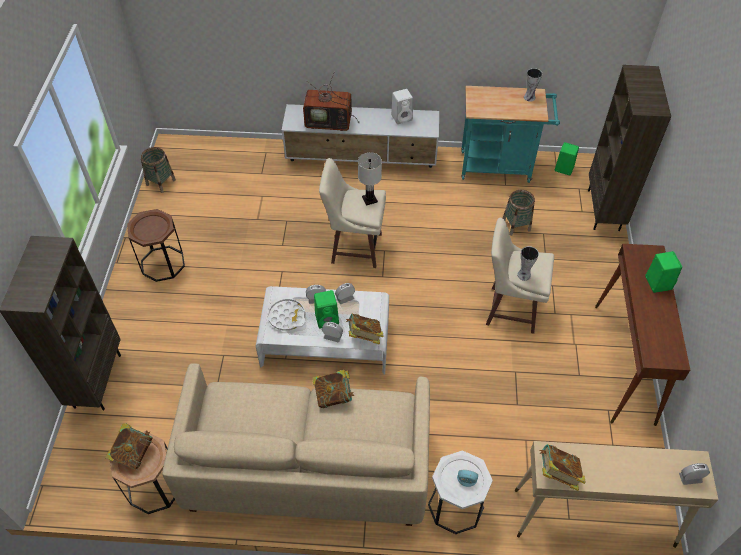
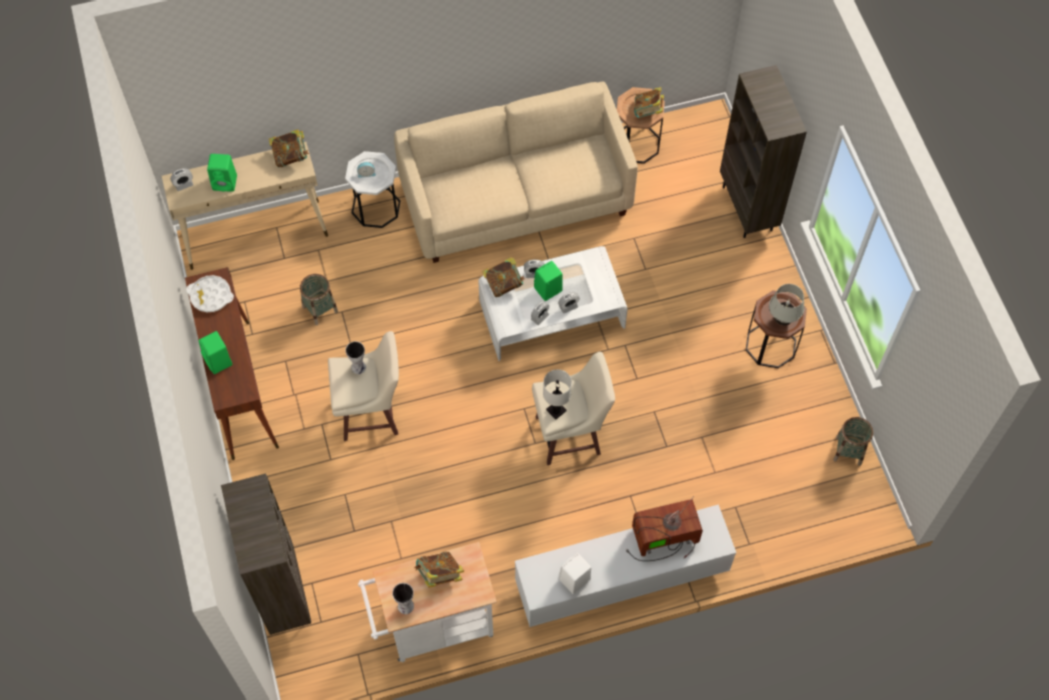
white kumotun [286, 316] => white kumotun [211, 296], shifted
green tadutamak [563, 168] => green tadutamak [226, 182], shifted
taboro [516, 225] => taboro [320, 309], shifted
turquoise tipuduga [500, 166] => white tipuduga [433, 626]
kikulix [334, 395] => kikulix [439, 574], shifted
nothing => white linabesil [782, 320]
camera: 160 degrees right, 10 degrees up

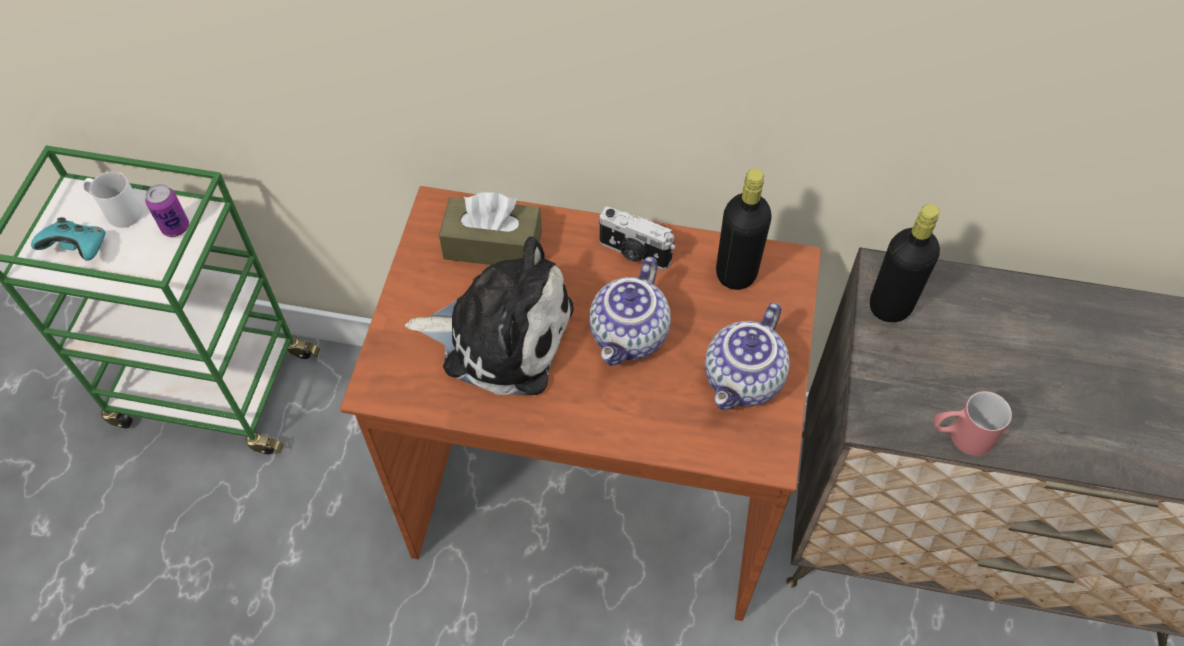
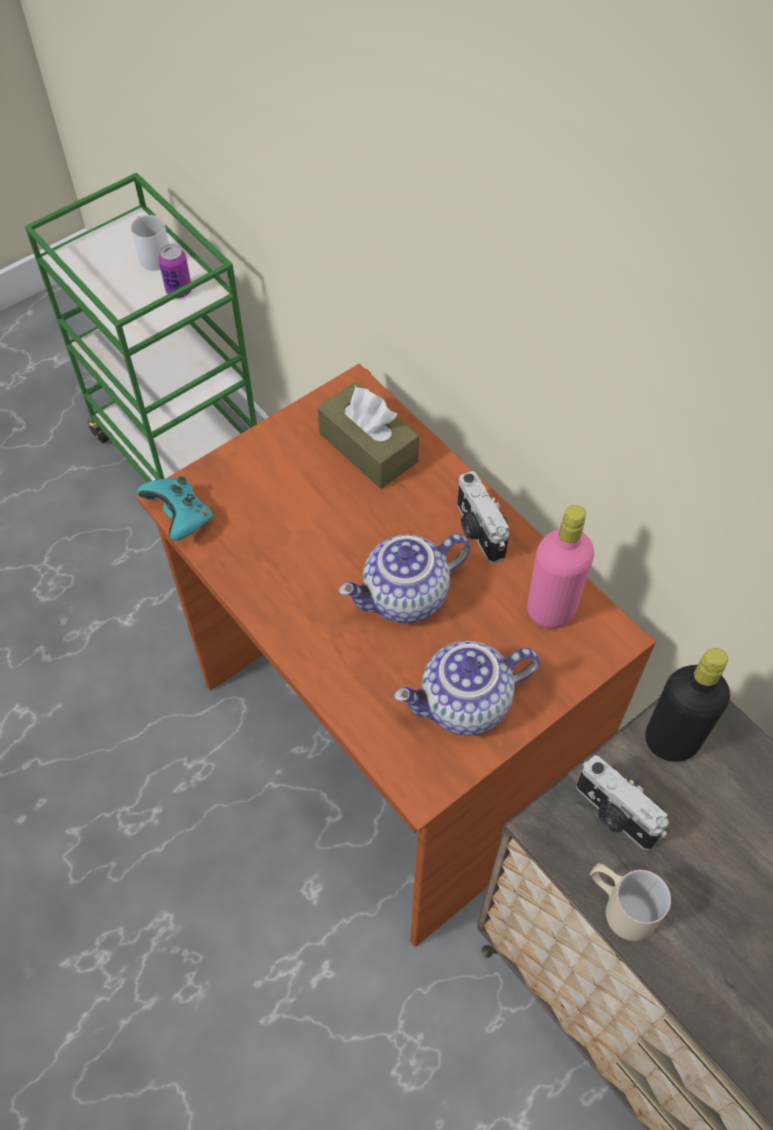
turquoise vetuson [79, 249] => turquoise vetuson [180, 518], shifted
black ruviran [736, 273] => pink ruviran [551, 610]
nothing => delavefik [614, 815]
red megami [960, 436] => beige megami [619, 905]
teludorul [500, 335] => nothing
camera: 40 degrees right, 0 degrees up

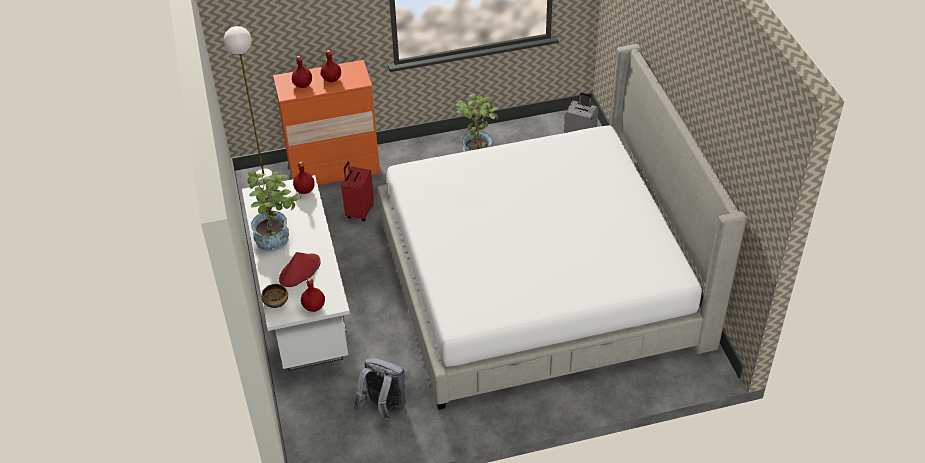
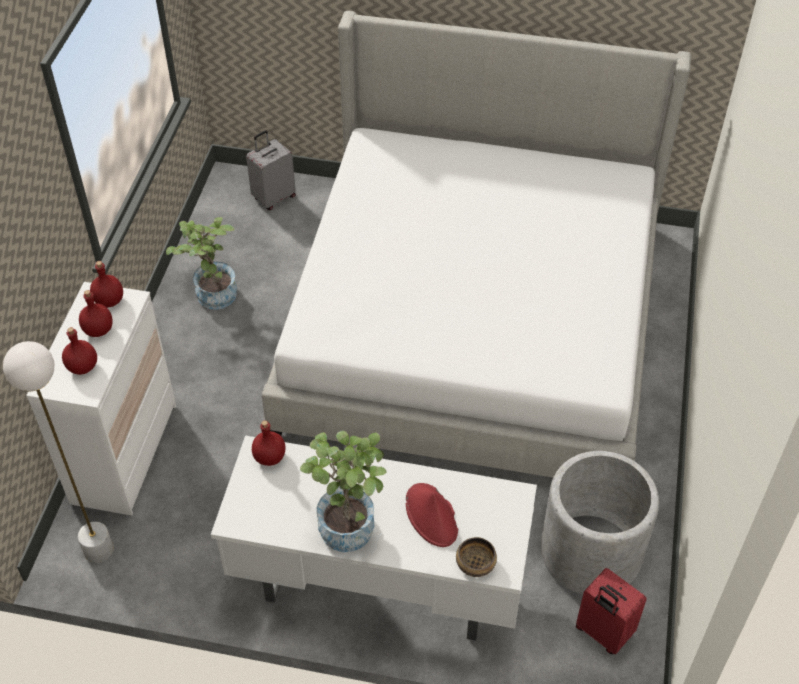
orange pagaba [334, 170] => white pagaba [125, 454]
red ruviran [313, 307] => red ruviran [109, 301], shifted
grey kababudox [384, 408] => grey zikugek [590, 552]
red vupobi [359, 211] => red vupobi [602, 632], shifted
camera: 65 degrees left, 5 degrees up

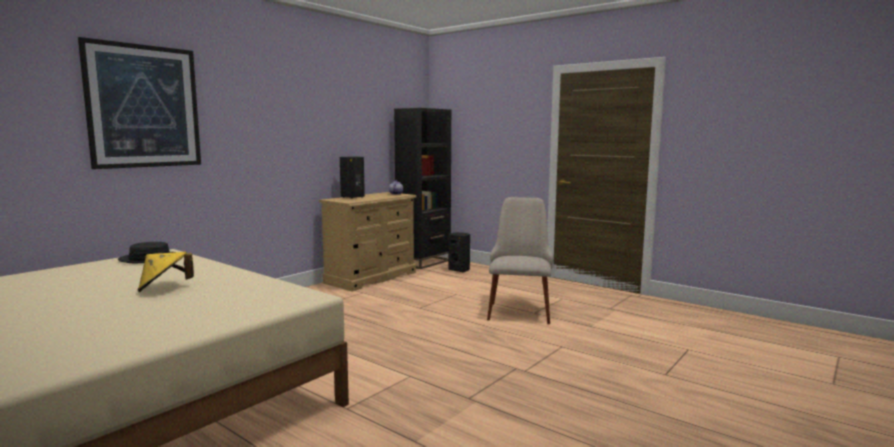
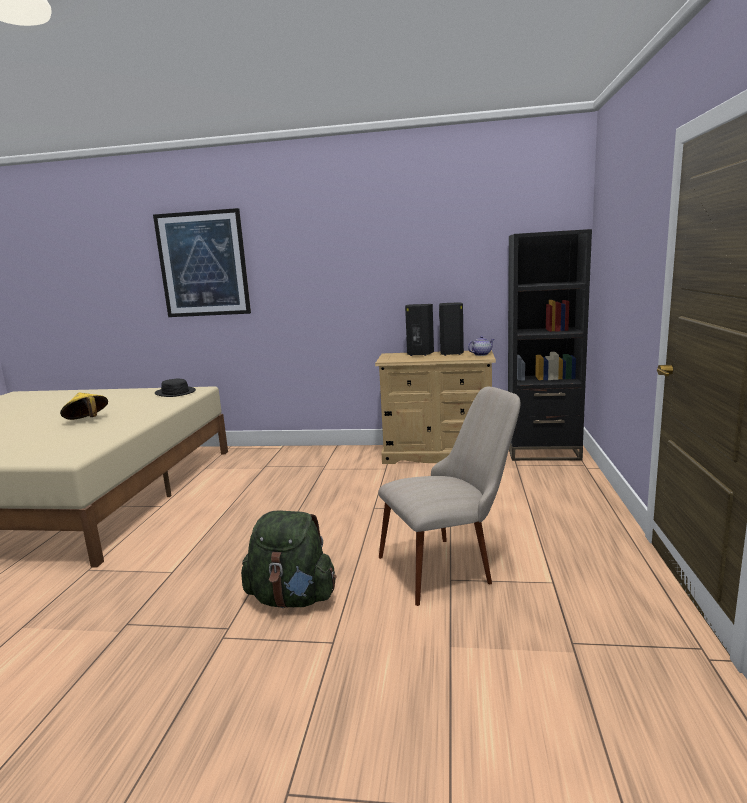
nothing => green kababudox [292, 598]
black tadutamak [459, 270] => black tadutamak [451, 353], shifted
camera: 60 degrees right, 5 degrees up

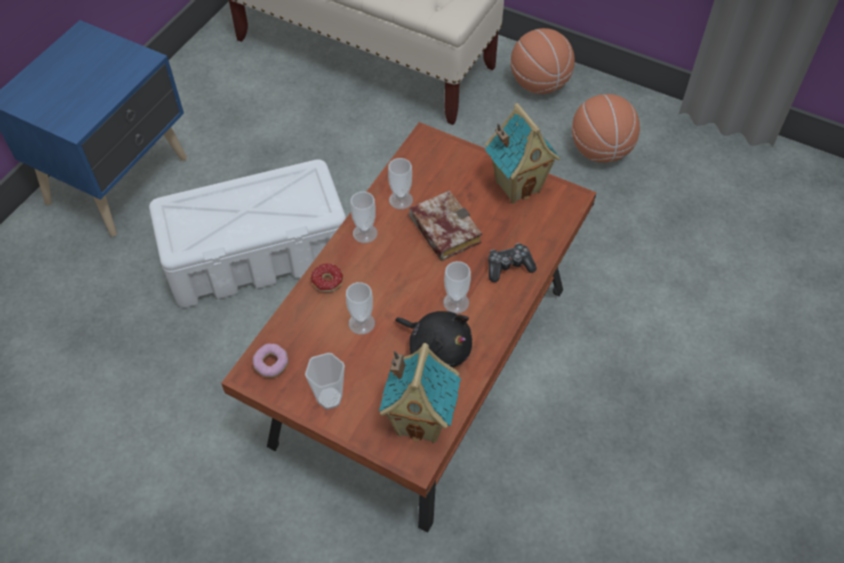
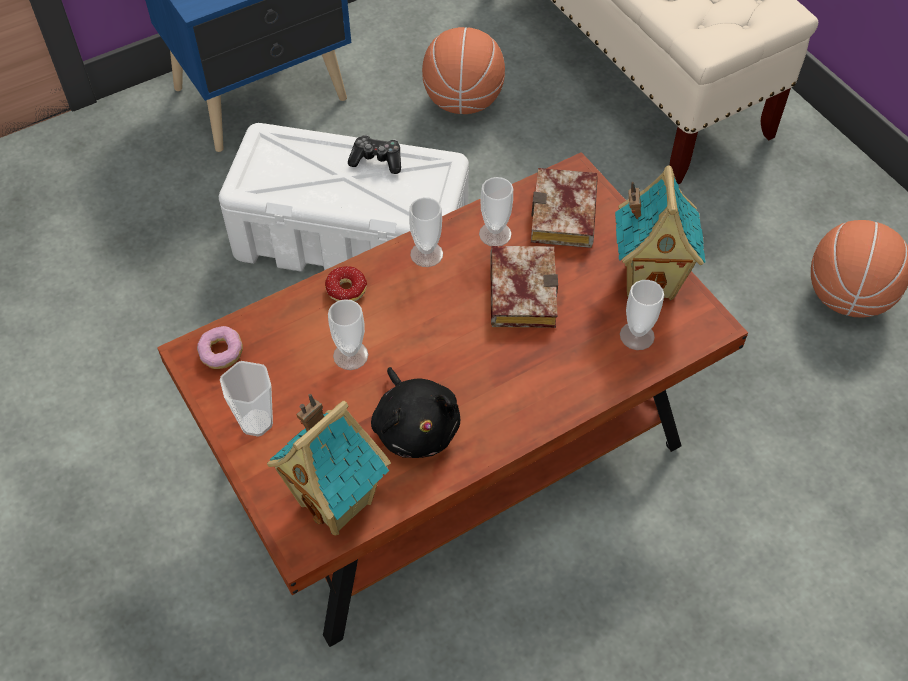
vetuson [509, 266] => vetuson [377, 160], shifted
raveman [539, 84] => raveman [463, 101], shifted
nothing => kikulix [566, 217]
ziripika [456, 302] => ziripika [637, 336], shifted
camera: 30 degrees right, 0 degrees up

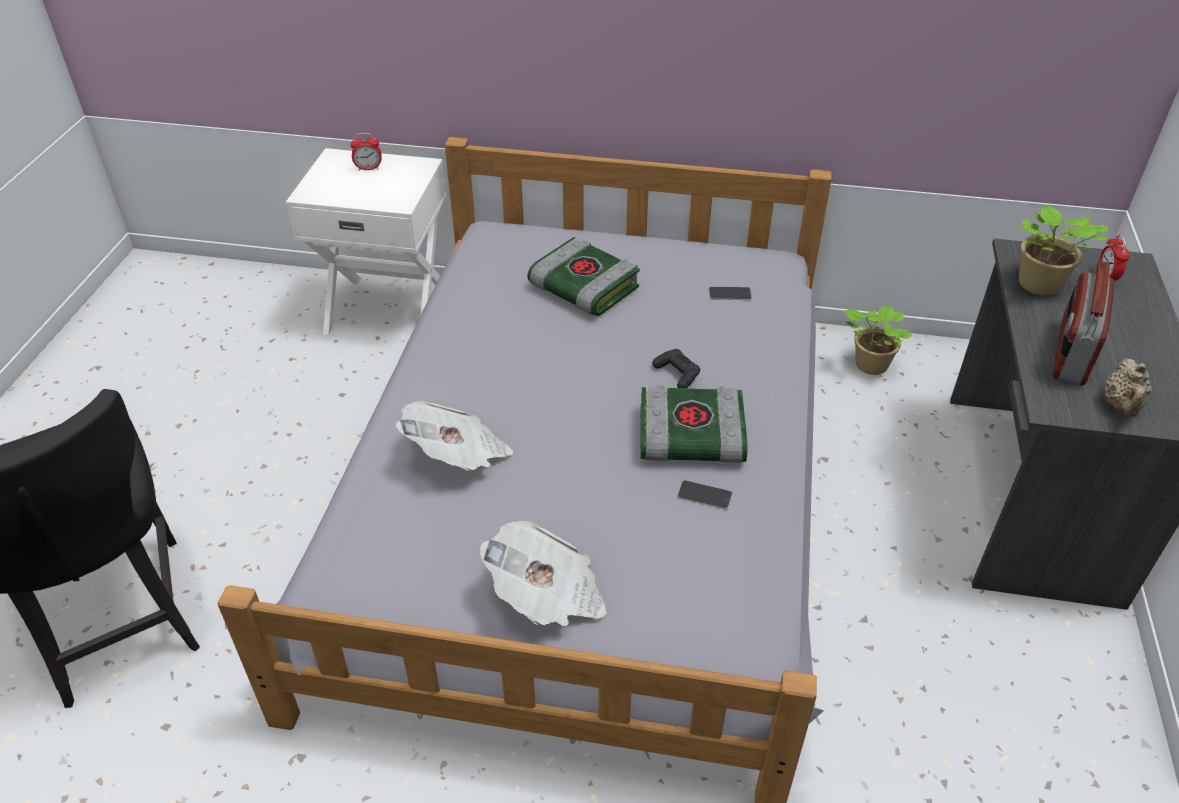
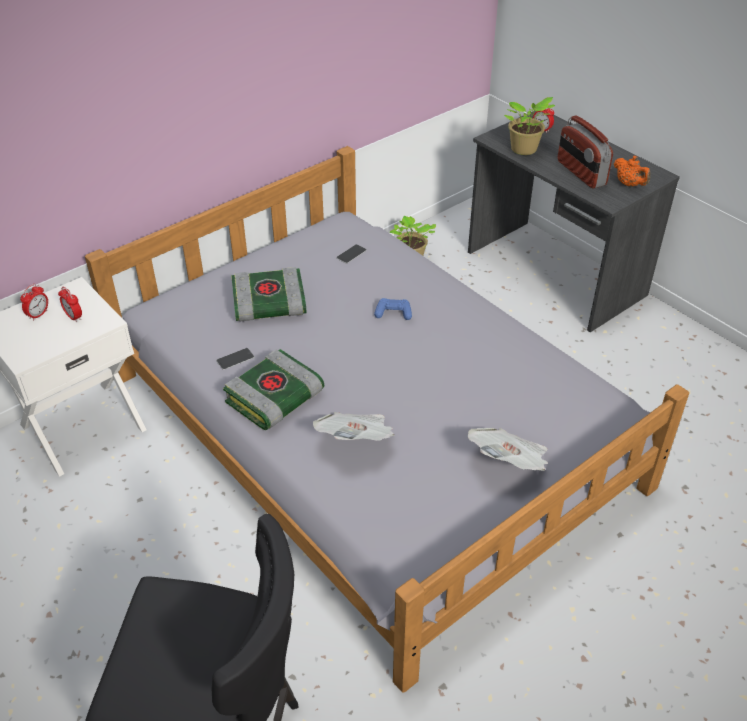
nothing => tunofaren [74, 317]
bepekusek [704, 495] => bepekusek [235, 359], shifted
kikulix [689, 438] => kikulix [274, 399], shifted
black vetuson [677, 374] => blue vetuson [393, 313]
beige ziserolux [1121, 407] => orange ziserolux [629, 184]
camera: 50 degrees left, 0 degrees up

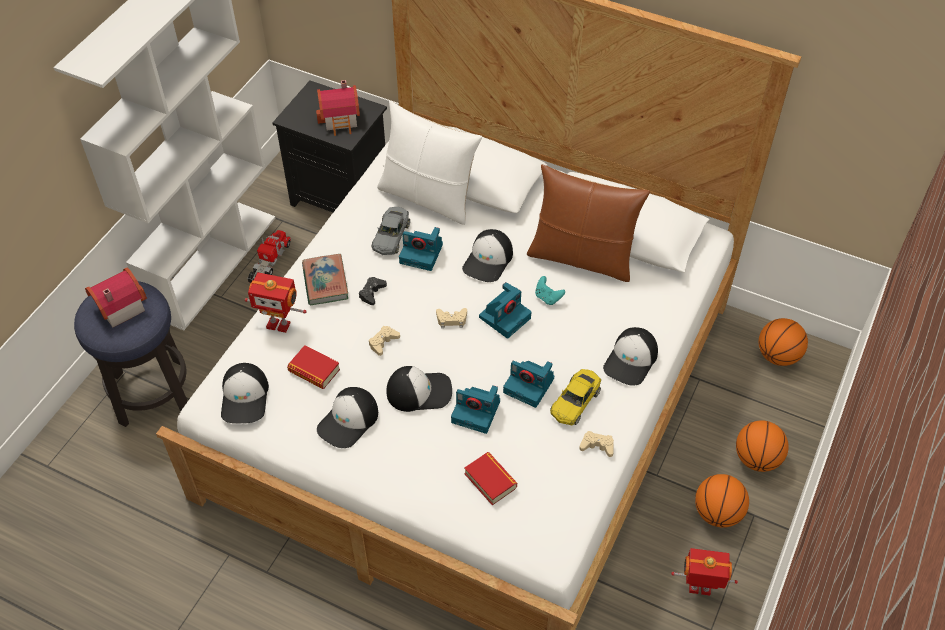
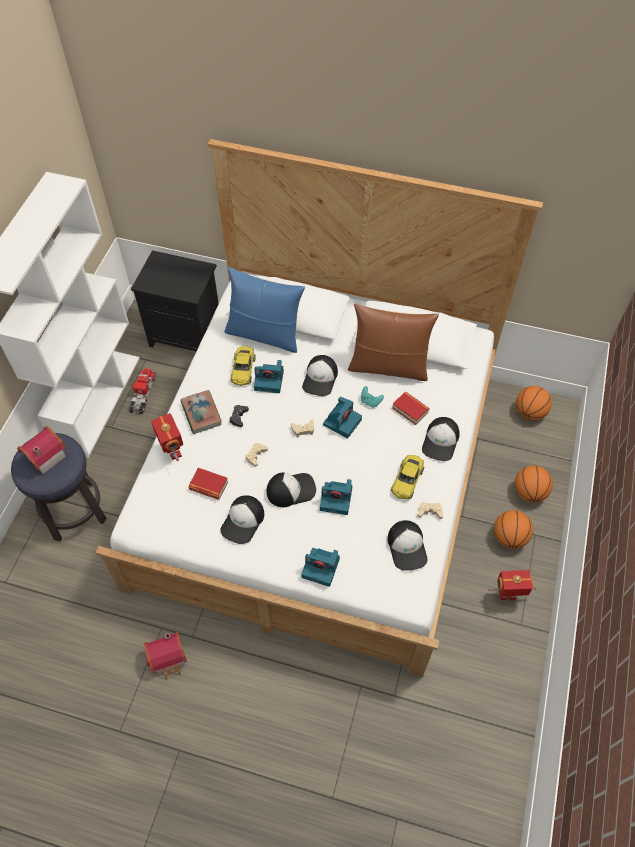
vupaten [341, 120] => vupaten [169, 659], shifted
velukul [279, 324] => velukul [173, 452], 120 degrees counterclockwise
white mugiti [428, 197] => blue mugiti [264, 334]
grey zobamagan [391, 236] => yellow zobamagan [243, 369]
delavefik [530, 385] => delavefik [322, 567], shifted
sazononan [245, 397] => sazononan [407, 547], shifted
kikulix [490, 481] => kikulix [410, 410], shifted
camera: 10 degrees left, 5 degrees up

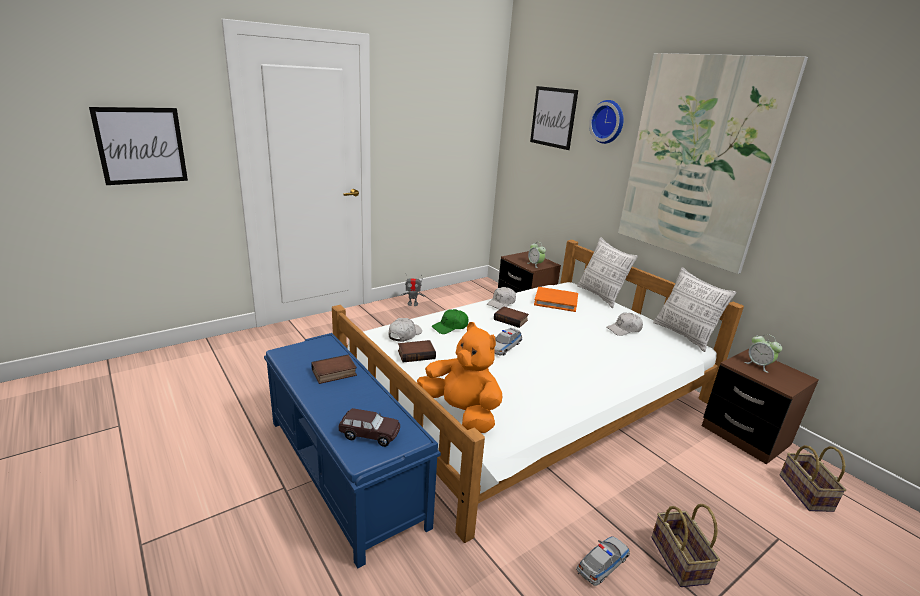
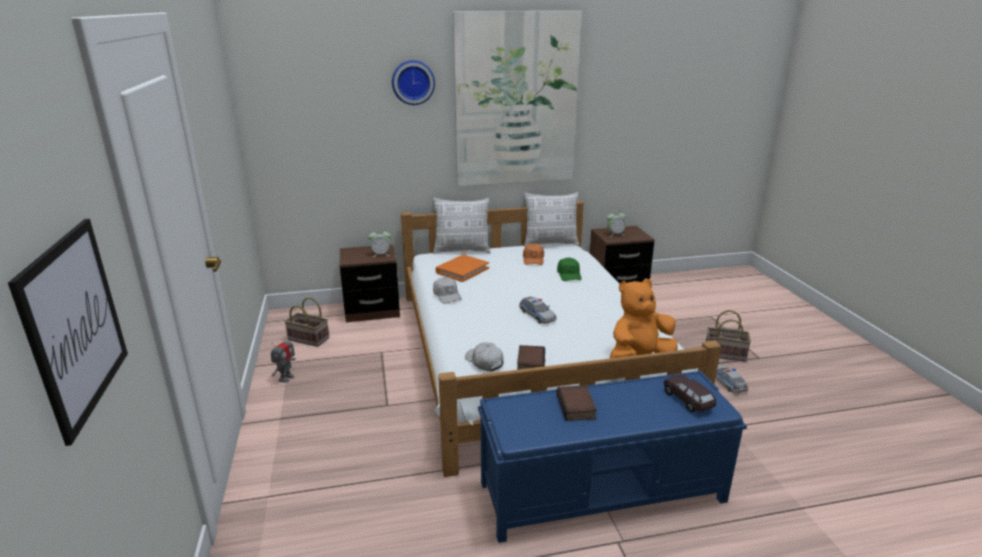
taboro [803, 492] => taboro [307, 339], shifted
white sazononan [624, 329] => orange sazononan [533, 259]
green sazononan [450, 327] => green sazononan [569, 275], shifted
brown zobamagan [369, 435] => brown zobamagan [688, 400], 60 degrees counterclockwise
kikulix [511, 320] => nothing
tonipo [553, 117] => nothing
camera: 65 degrees left, 0 degrees up

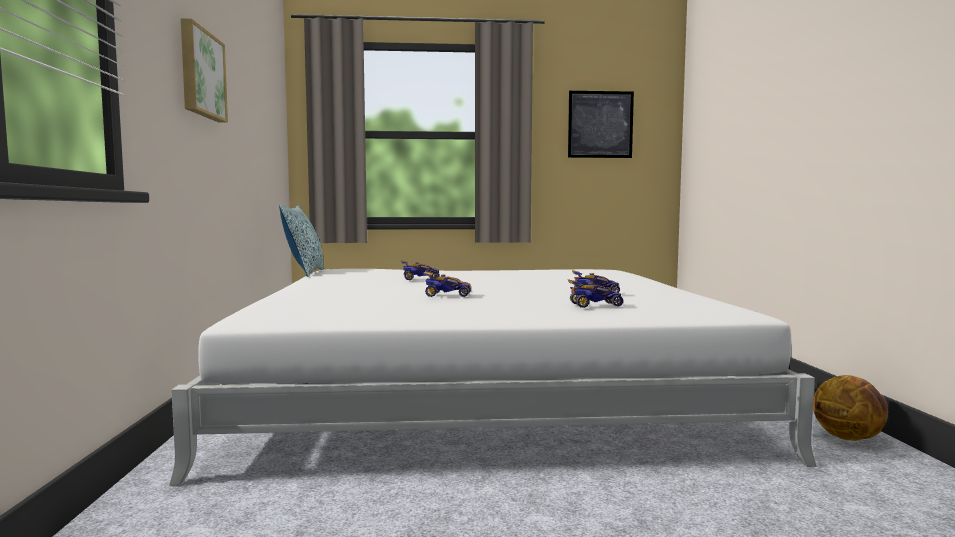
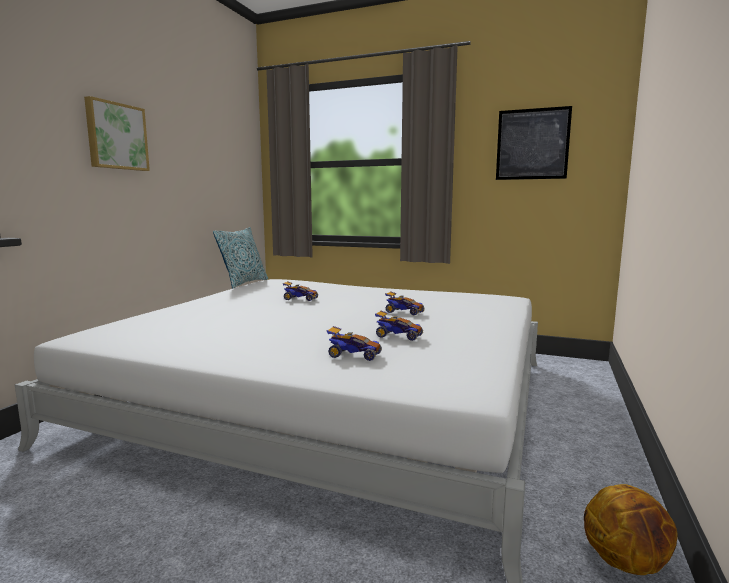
zobamagan [446, 295] => zobamagan [403, 312], shifted
camera: 25 degrees right, 5 degrees up

